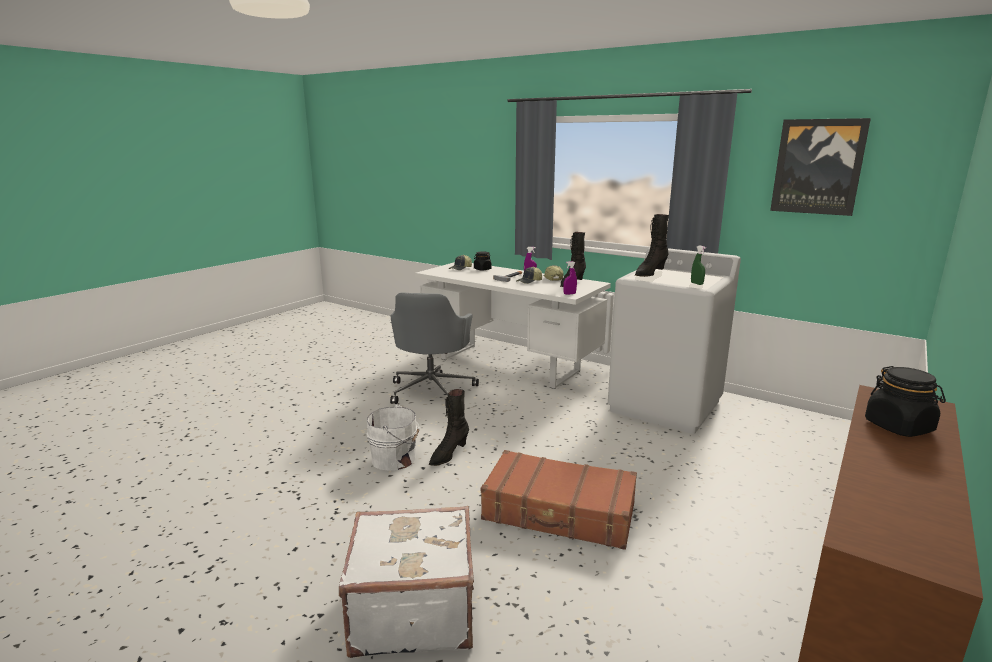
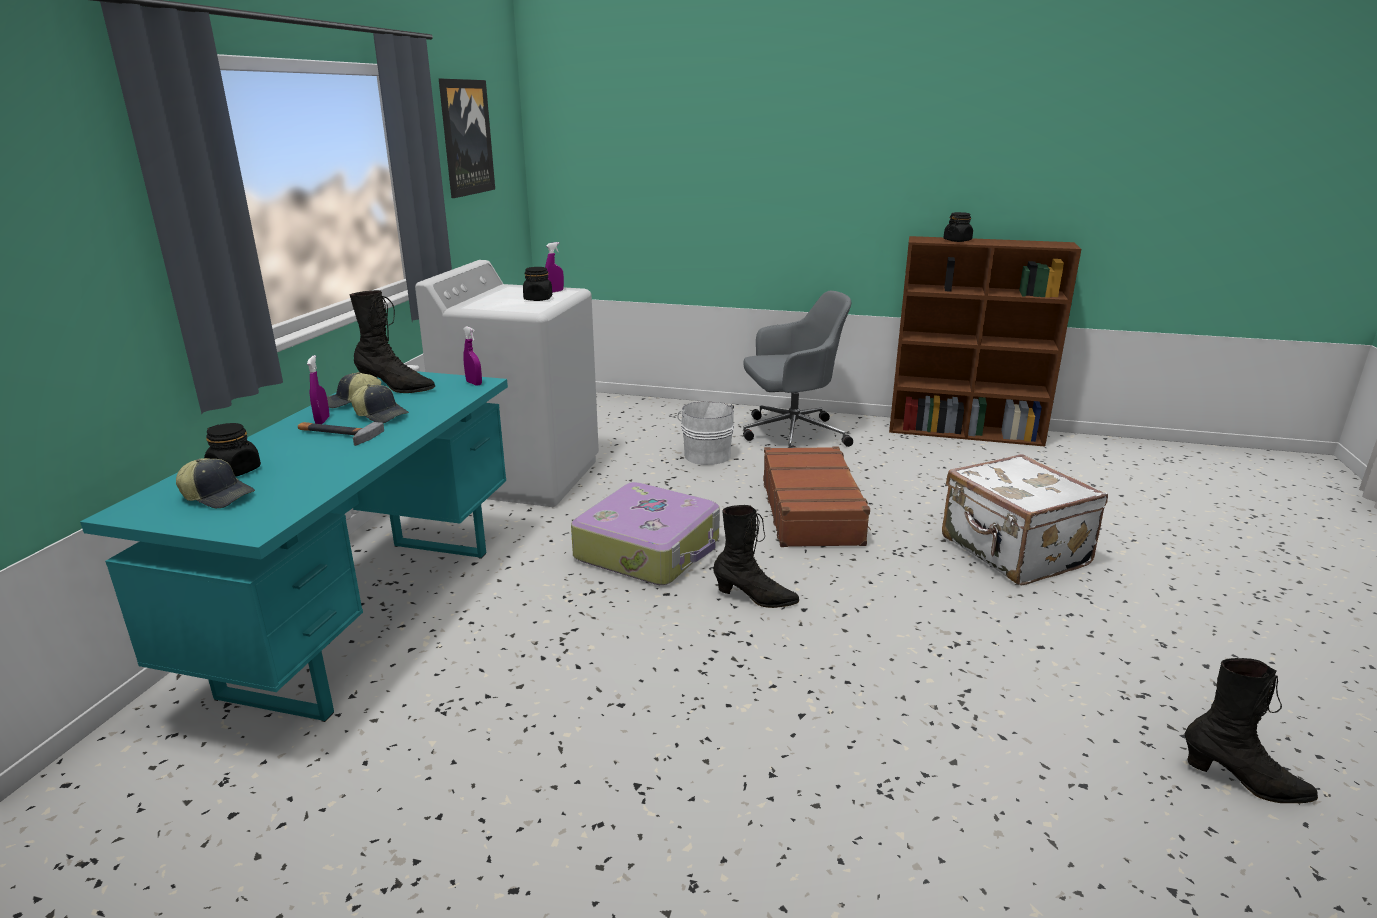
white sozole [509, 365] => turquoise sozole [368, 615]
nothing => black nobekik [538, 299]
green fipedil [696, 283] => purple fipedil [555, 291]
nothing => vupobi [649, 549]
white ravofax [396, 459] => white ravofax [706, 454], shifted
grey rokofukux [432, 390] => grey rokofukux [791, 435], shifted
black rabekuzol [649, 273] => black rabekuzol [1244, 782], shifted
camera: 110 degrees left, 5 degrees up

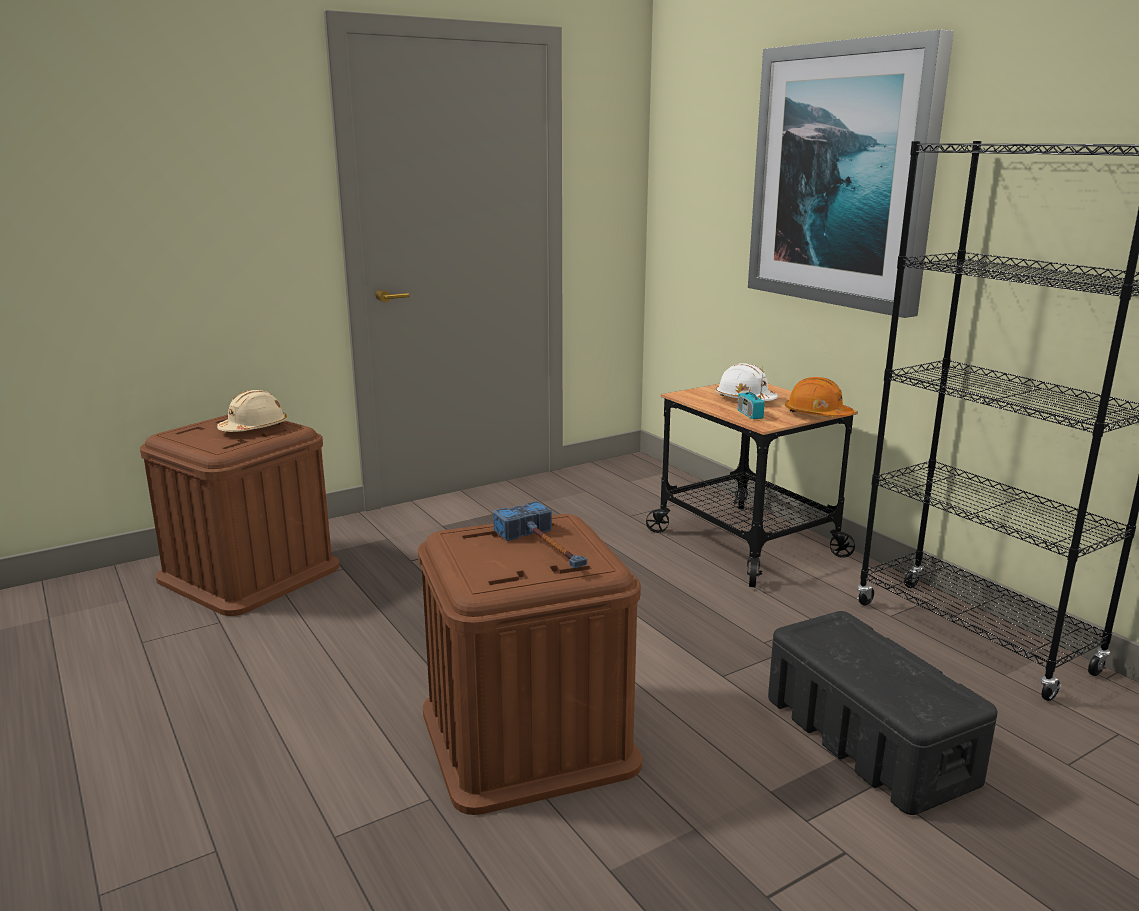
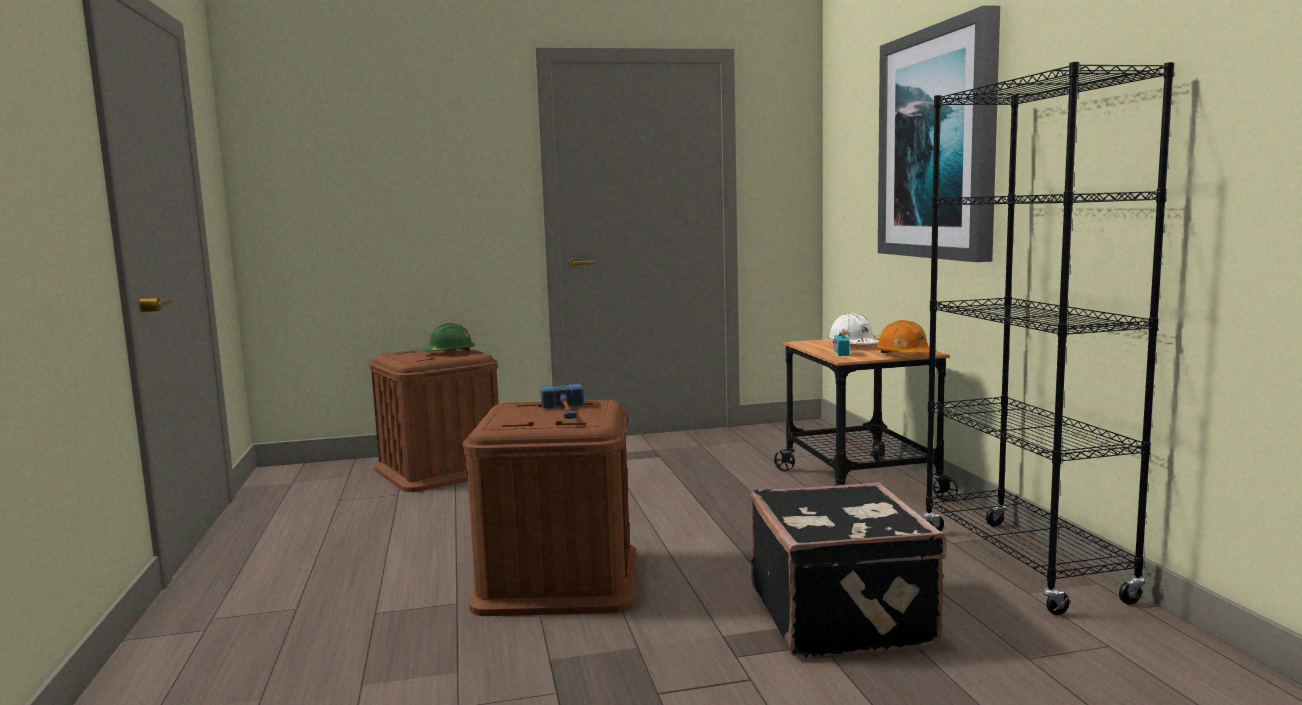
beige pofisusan [254, 428] => green pofisusan [449, 353]
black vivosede [867, 738] => black vupobi [843, 616]
camera: 20 degrees right, 10 degrees down

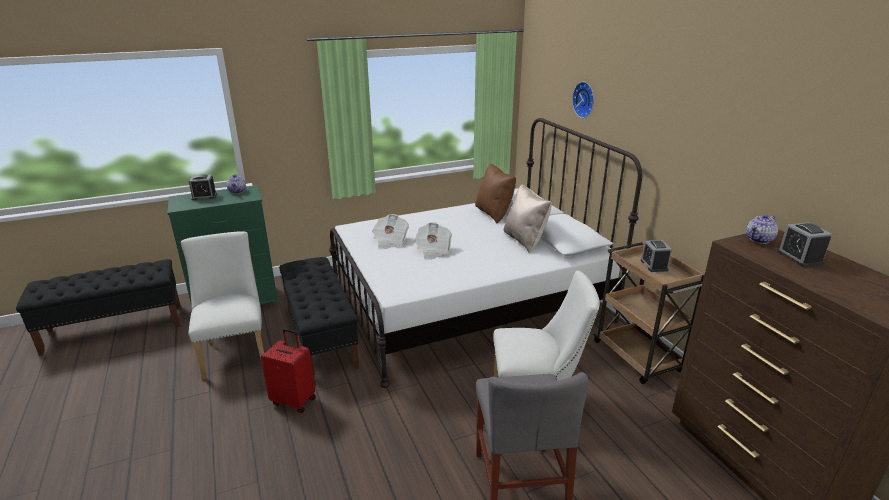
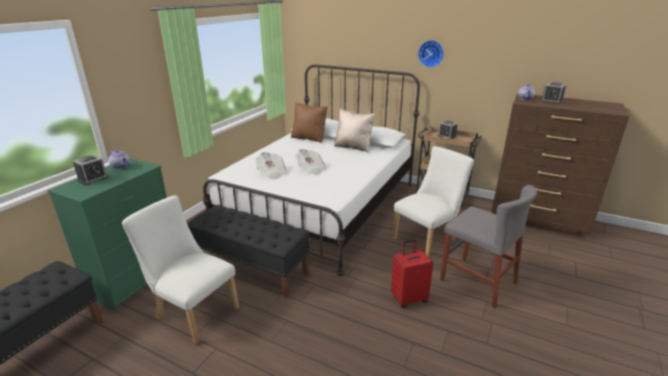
red vupobi [294, 400] => red vupobi [409, 298], shifted
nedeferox [585, 99] => nedeferox [431, 53], shifted
camera: 40 degrees left, 0 degrees up

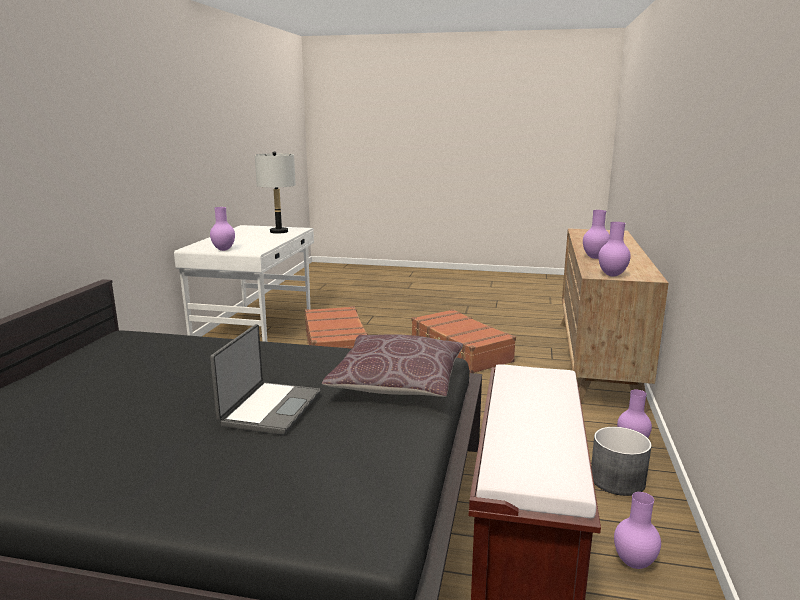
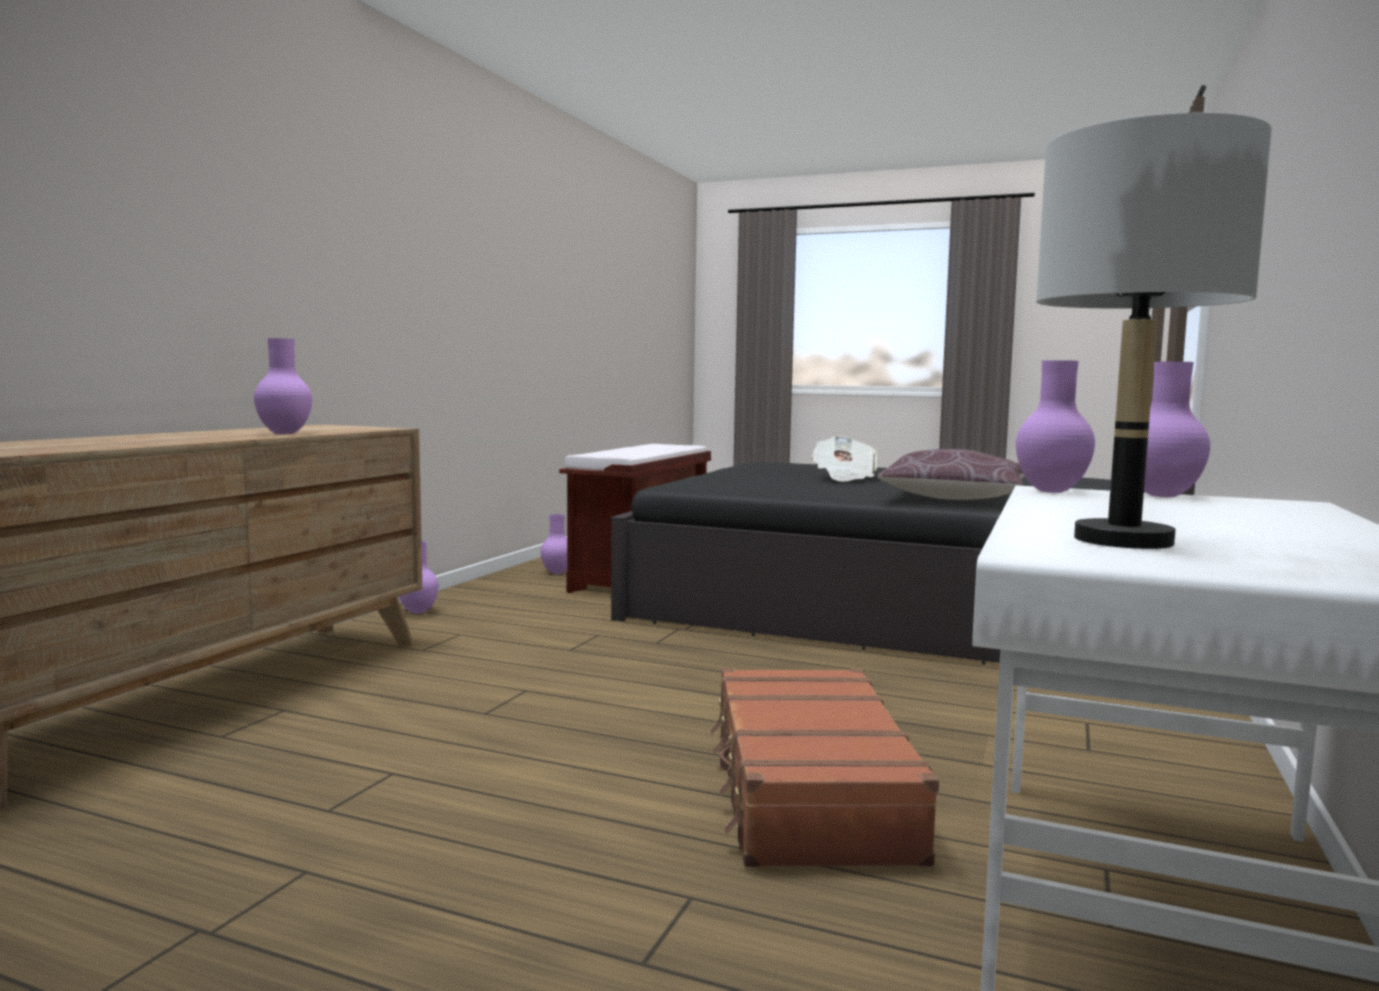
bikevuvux [269, 409] => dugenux [844, 477]
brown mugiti [397, 383] => brown mugiti [954, 498], shifted
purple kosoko [612, 275] => purple kosoko [1051, 491], shifted
brown vupobi [460, 352] => nothing
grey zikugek [617, 480] => nothing
camera: 170 degrees left, 10 degrees down

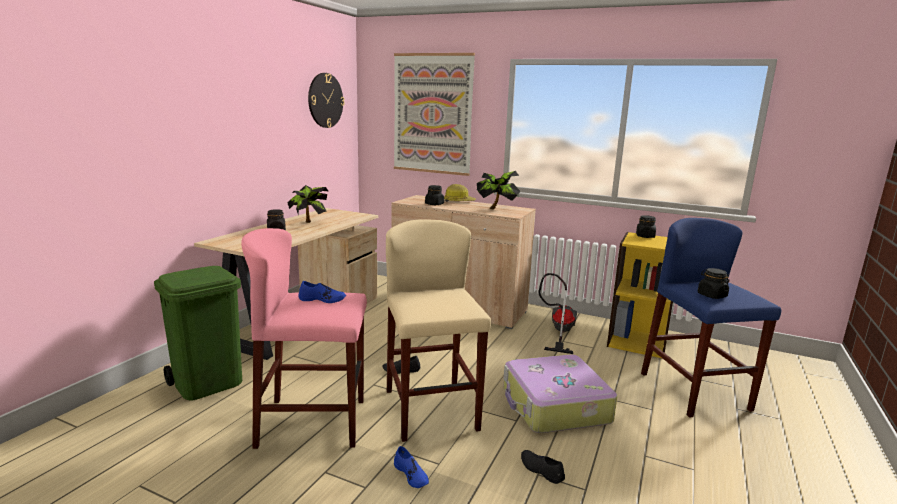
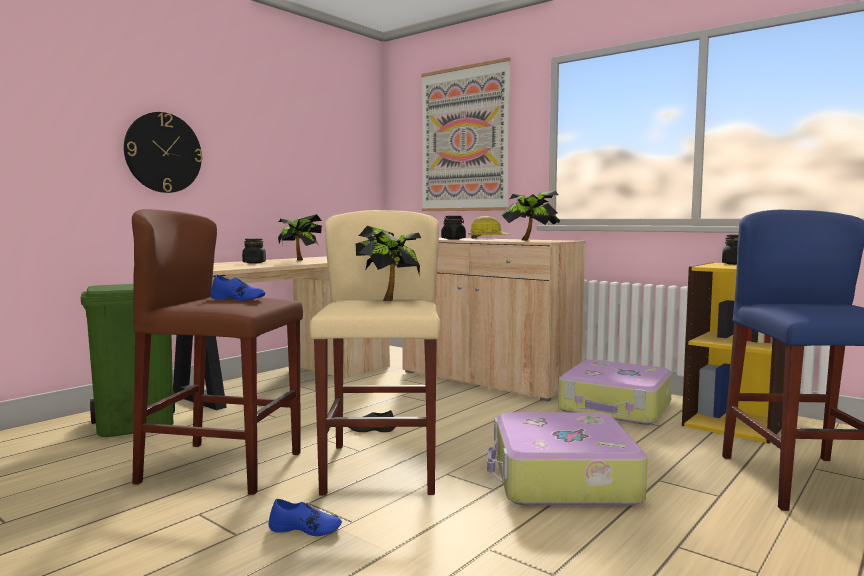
nedeferox [325, 100] => nedeferox [163, 152], shifted
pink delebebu [312, 422] => brown delebebu [222, 467]
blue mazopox [411, 474] => blue mazopox [306, 529], 60 degrees counterclockwise
nothing => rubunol [391, 299]
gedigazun [558, 332] => vupobi [616, 407]
black mazopox [541, 470] => nothing
black nobekik [711, 295] => nothing
camera: 15 degrees right, 10 degrees down

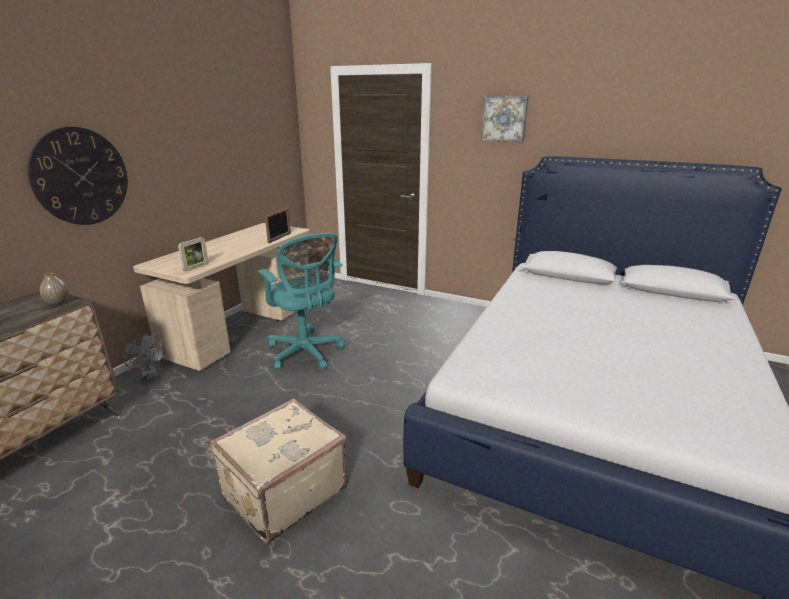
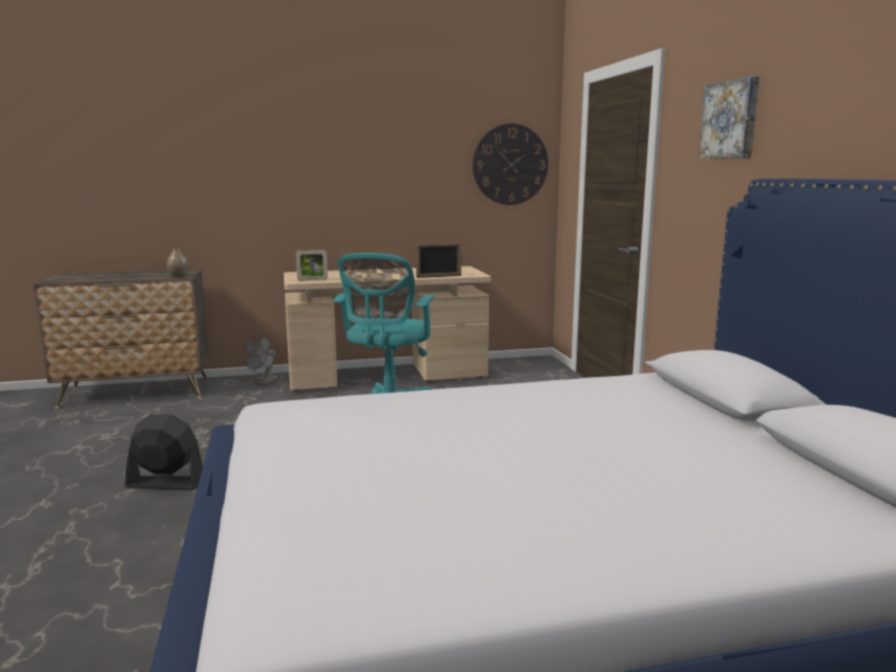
beige vupobi [282, 491] => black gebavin [165, 483]
nedeferox [81, 176] => nedeferox [510, 164], shifted
camera: 50 degrees right, 10 degrees down

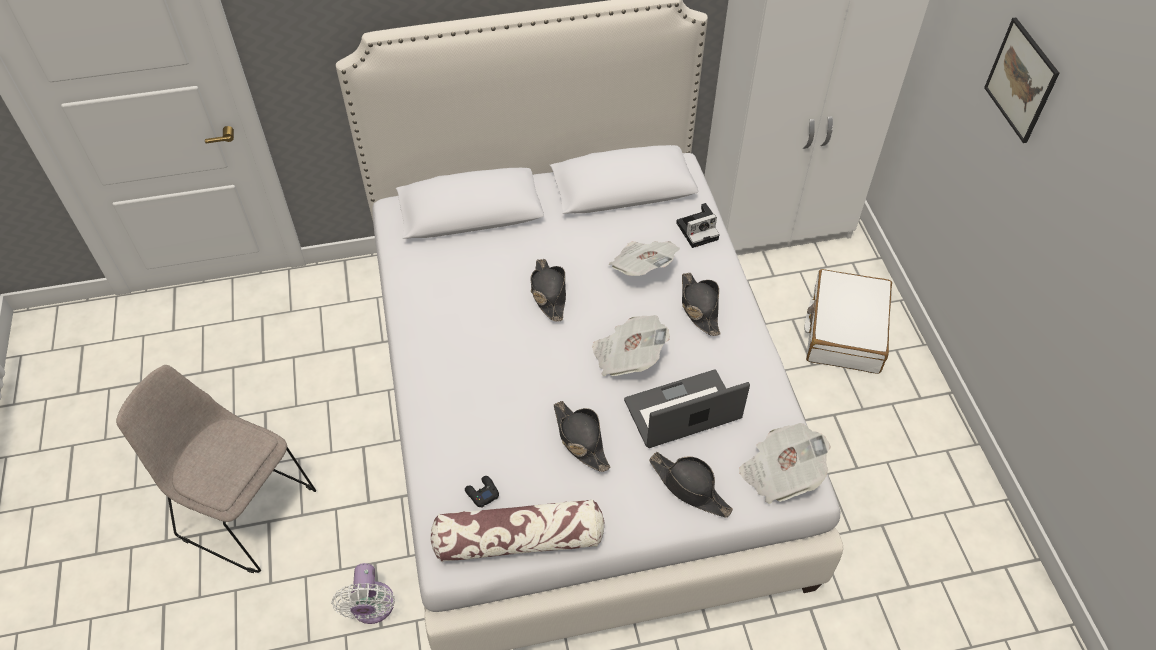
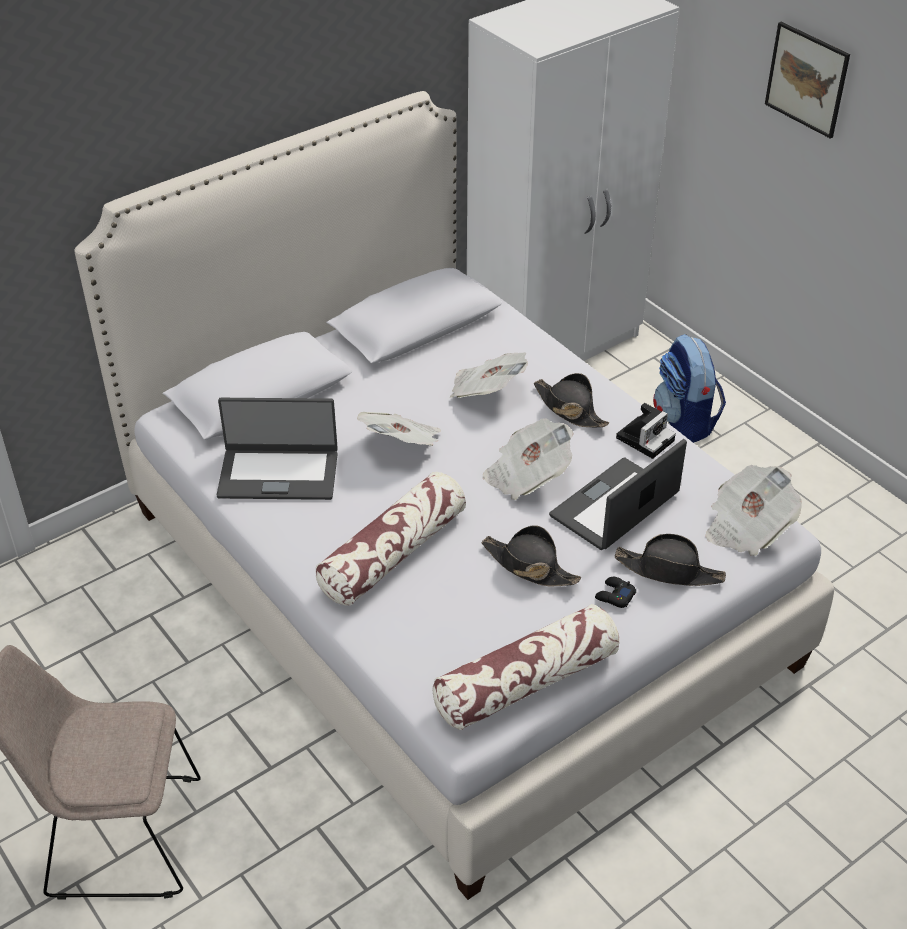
nothing => bikevuvux [278, 473]
nothing => mugiti [393, 553]
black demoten [548, 293] => dugenux [402, 444]
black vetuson [482, 493] => black vetuson [614, 596], shifted
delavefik [698, 230] => delavefik [645, 438], shifted
white vupobi [844, 331] => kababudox [684, 421]
white gebavin [372, 608] => nothing
camera: 25 degrees left, 10 degrees down

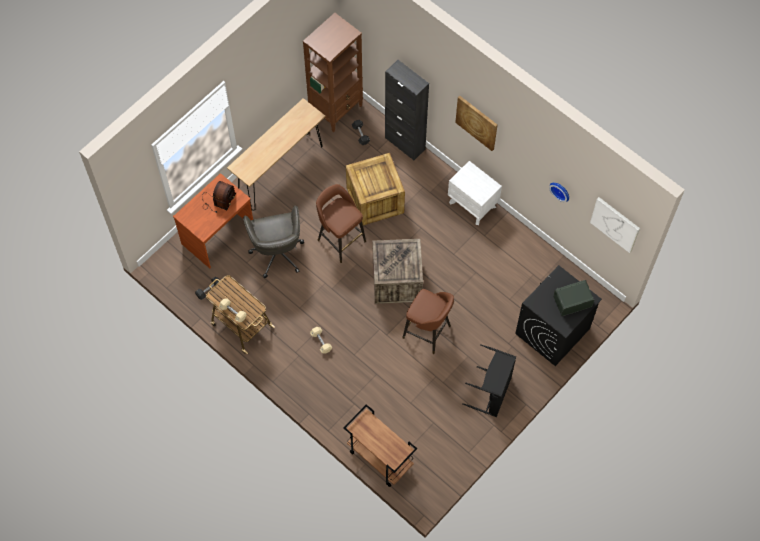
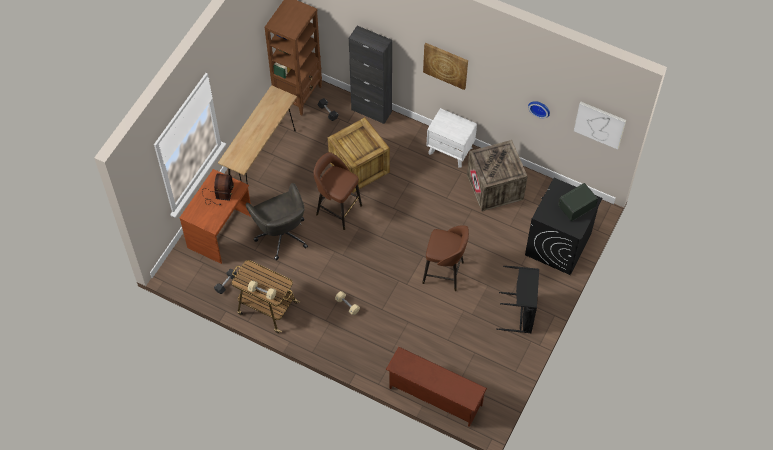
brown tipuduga [379, 458] => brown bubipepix [434, 397]
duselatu [396, 280] => duselatu [494, 187], shifted
camera: 15 degrees left, 5 degrees down

